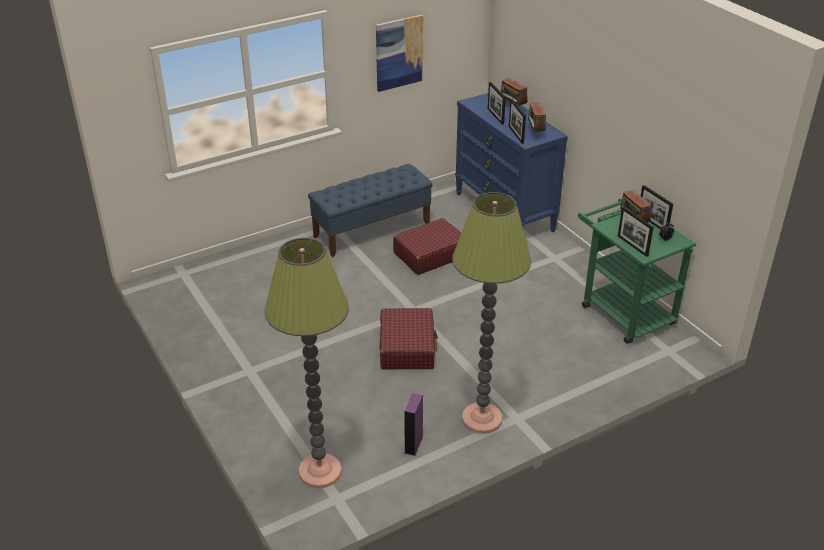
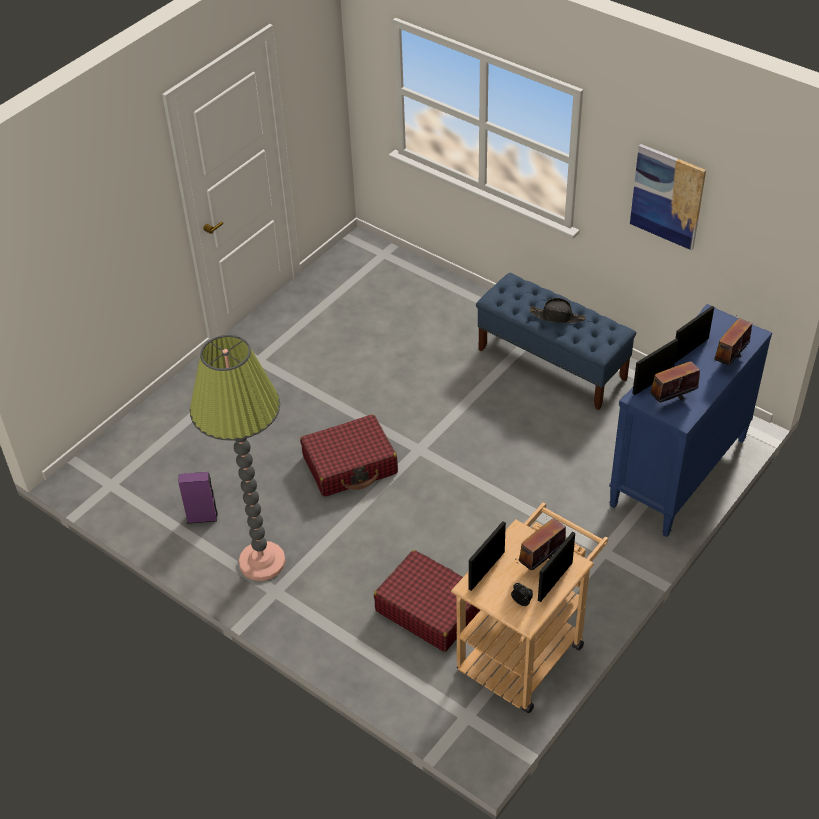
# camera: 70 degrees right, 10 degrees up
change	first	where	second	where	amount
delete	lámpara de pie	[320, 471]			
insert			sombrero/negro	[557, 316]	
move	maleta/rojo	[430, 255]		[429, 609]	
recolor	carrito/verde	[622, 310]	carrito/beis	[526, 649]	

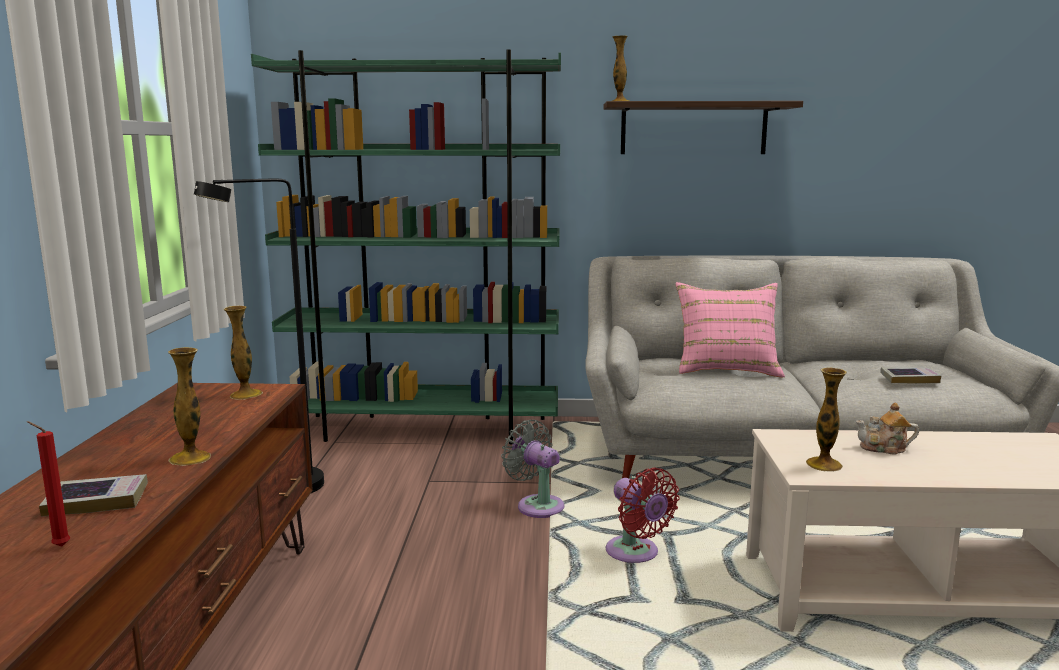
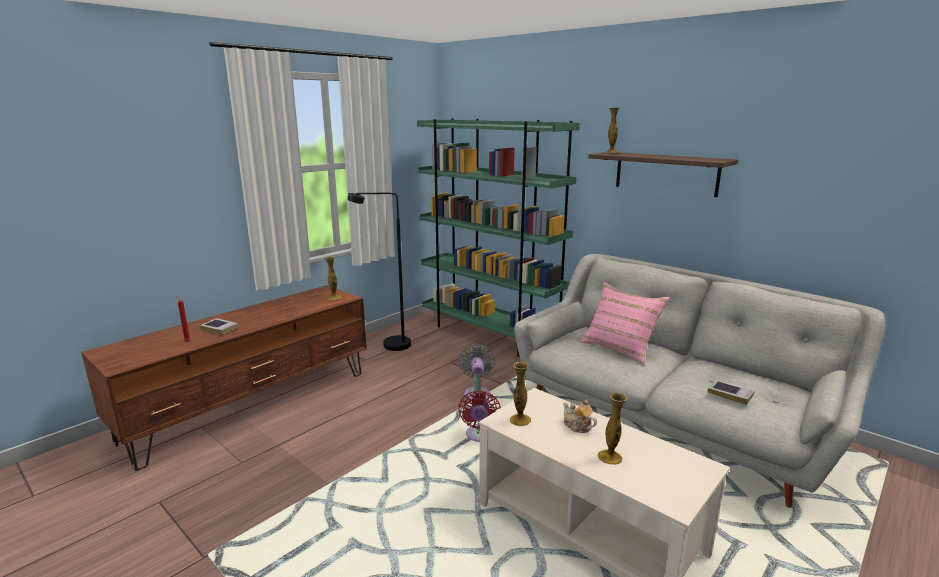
# camera: 40 degrees right, 5 degrees up
change	first	where	second	where	amount
move	florero	[190, 458]		[609, 457]	

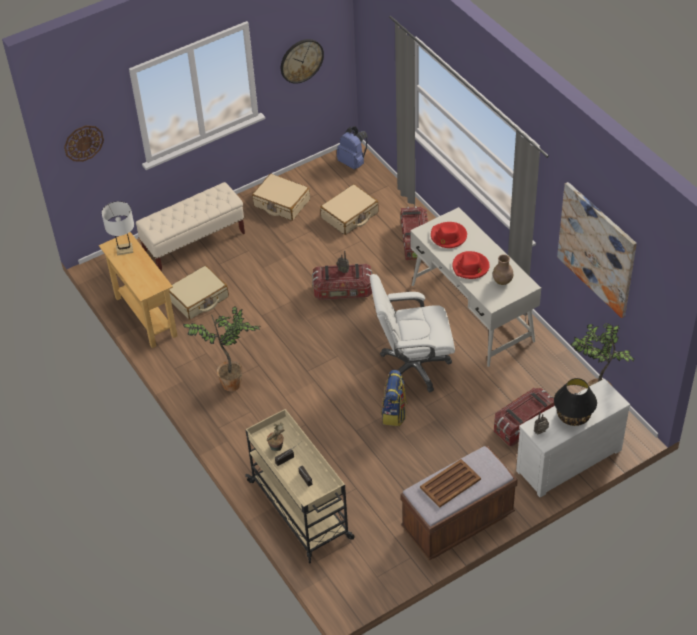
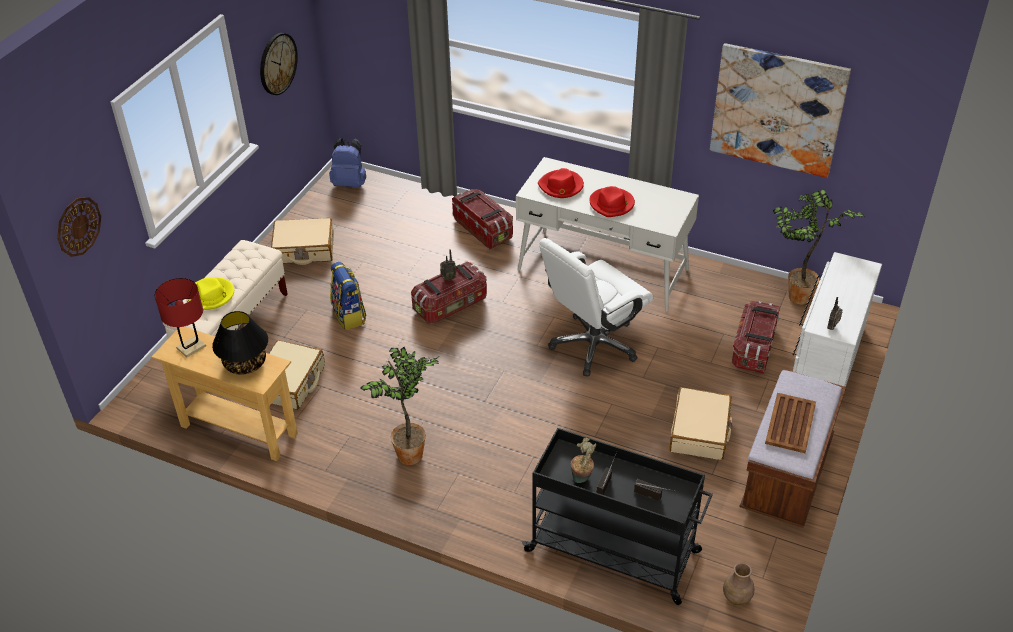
# camera: 35 degrees left, 5 degrees down
change	first	where	second	where	amount
insert			sombrero/amarillo	[211, 295]	
move	maleta/beis	[350, 215]		[700, 432]	
move	mochila	[394, 413]		[349, 316]	
move	florero/marrón	[502, 281]		[737, 598]	
move	lámpara de mesa/negro	[573, 415]		[245, 363]	
recolor	lámpara de mesa/blanco	[124, 249]	lámpara de mesa/rojo	[191, 347]	
recolor	carrito/beis	[301, 511]	carrito/negro	[614, 552]	

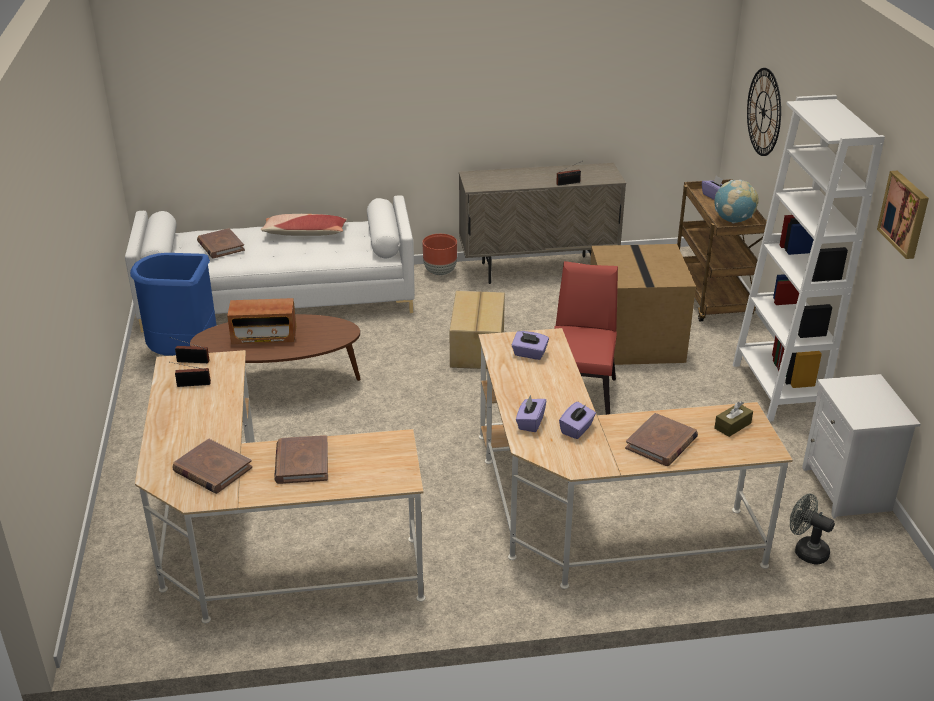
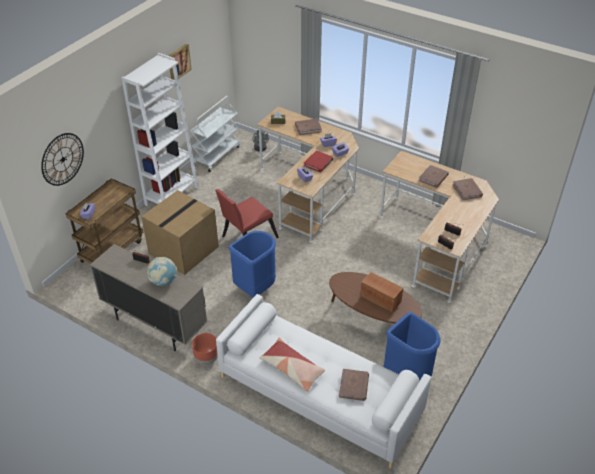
# camera: 140 degrees left, 10 degrees up
change	first	where	second	where	amount
insert			libro/rojo	[318, 163]	
move	globo terráqueo	[733, 220]		[163, 281]	
replace	caja de cartón	[478, 347]	papelera/azul	[255, 288]	
replace	mesita de noche/blanco	[848, 490]	carrito/blanco	[216, 155]	

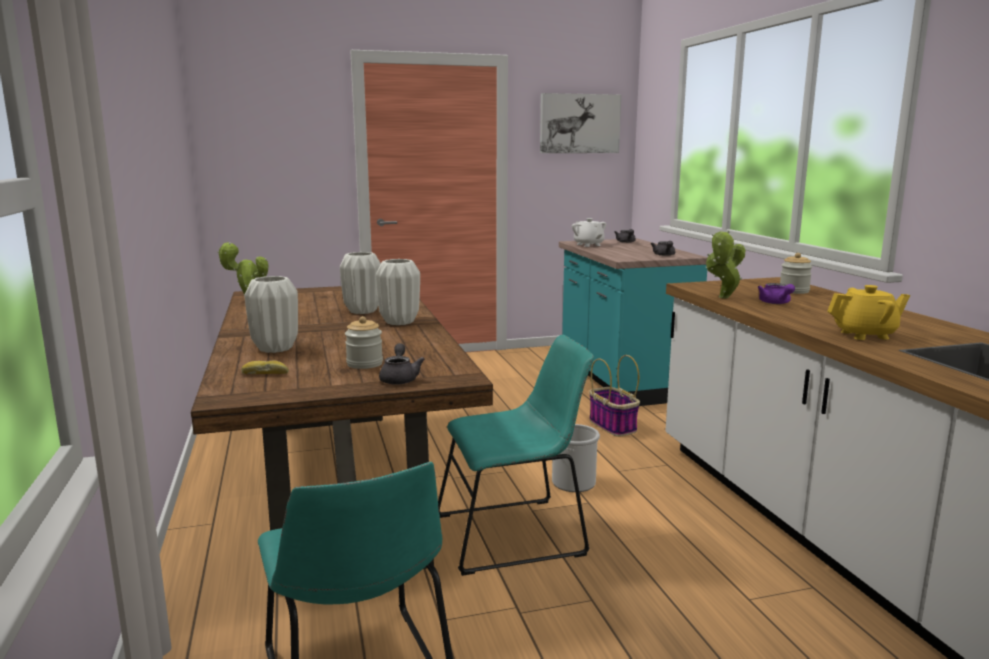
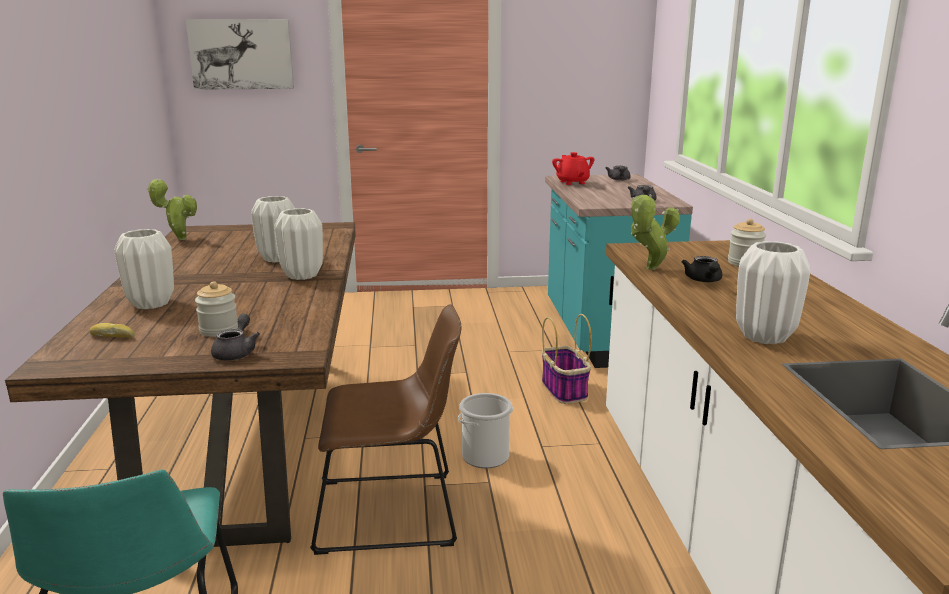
# camera: 10 degrees right, 5 degrees up
change	first	where	second	where	amount
move	cuadro	[579, 123]		[241, 54]	
replace	tetera/amarillo	[865, 335]	florero/blanco	[764, 337]	
recolor	silla/turquesa	[516, 534]	silla/marrón	[393, 512]	
recolor	tetera/blanco	[588, 245]	tetera/rojo	[572, 182]	
recolor	tetera/morado	[776, 303]	tetera/negro	[704, 281]	

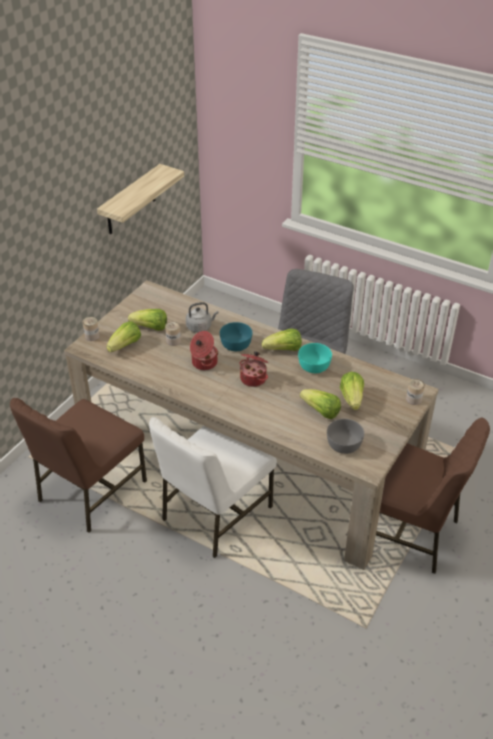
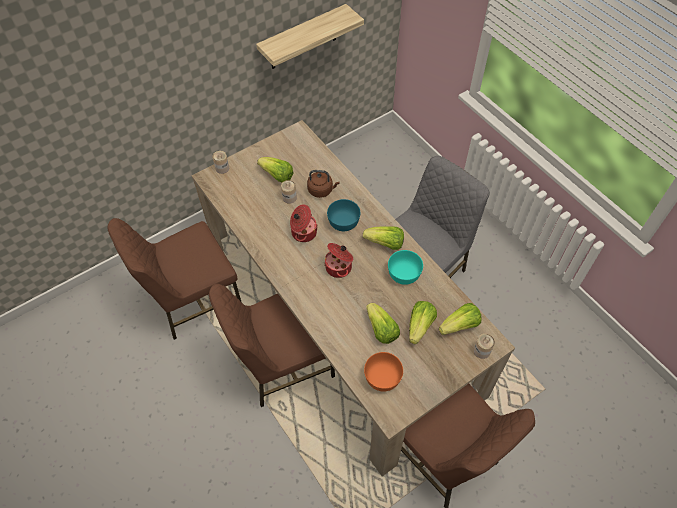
# camera: 25 degrees right, 15 degrees up
change	first	where	second	where	amount
move	lechuga	[125, 345]		[460, 325]	
recolor	silla/blanco	[214, 513]	silla/marrón	[282, 363]	
recolor	hervidor/gris	[200, 327]	hervidor/marrón	[321, 190]	
recolor	cuenco/gris	[343, 444]	cuenco/naranja	[382, 377]	

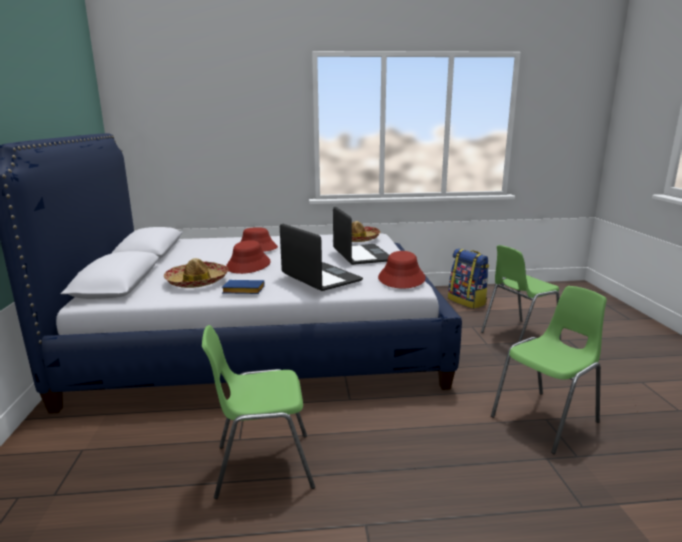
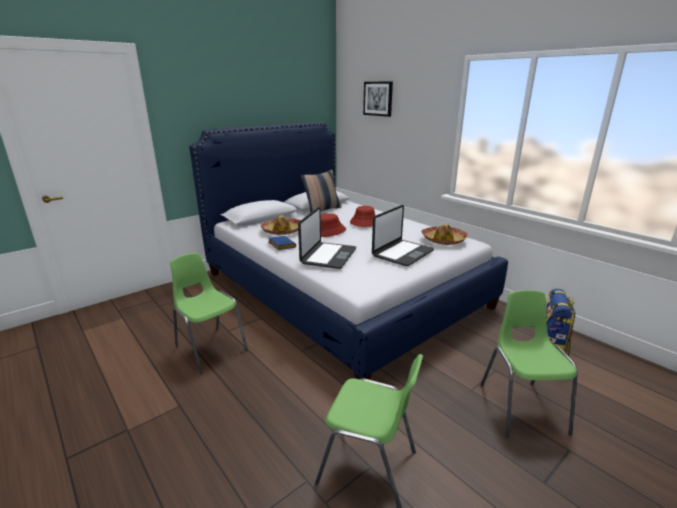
# camera: 55 degrees right, 5 degrees up
change	first	where	second	where	amount
delete	sombrero/rojo	[402, 278]			
insert			cojín	[322, 210]	
insert			cuadro	[378, 98]	
rotate	silla/verde	[518, 335]		[521, 407]	60 degrees clockwise

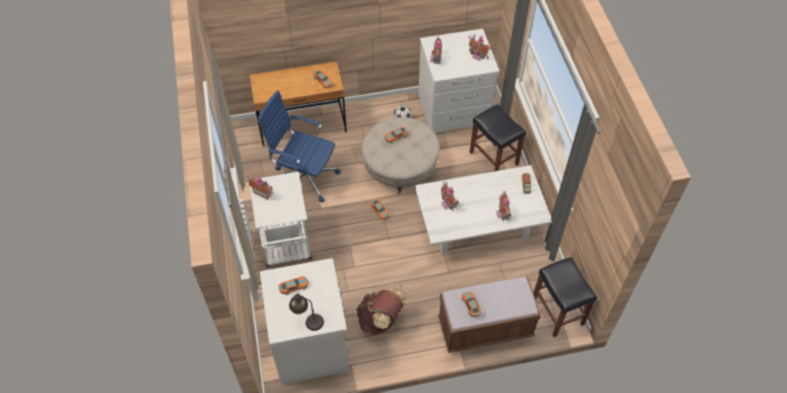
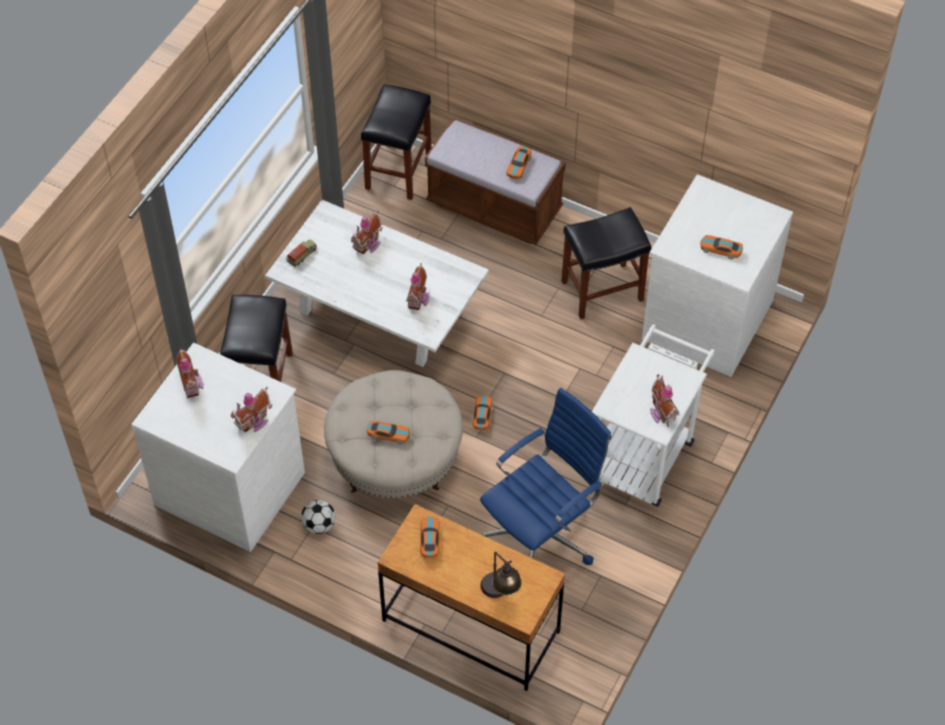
# camera: 140 degrees left, 0 degrees up
change	first	where	second	where	amount
move	lámpara de mesa	[307, 320]		[500, 594]	
replace	mochila/marrón	[381, 320]	taburete/negro	[603, 290]	
rotate	silla de oficina/azul	[304, 177]		[541, 535]	105 degrees counterclockwise

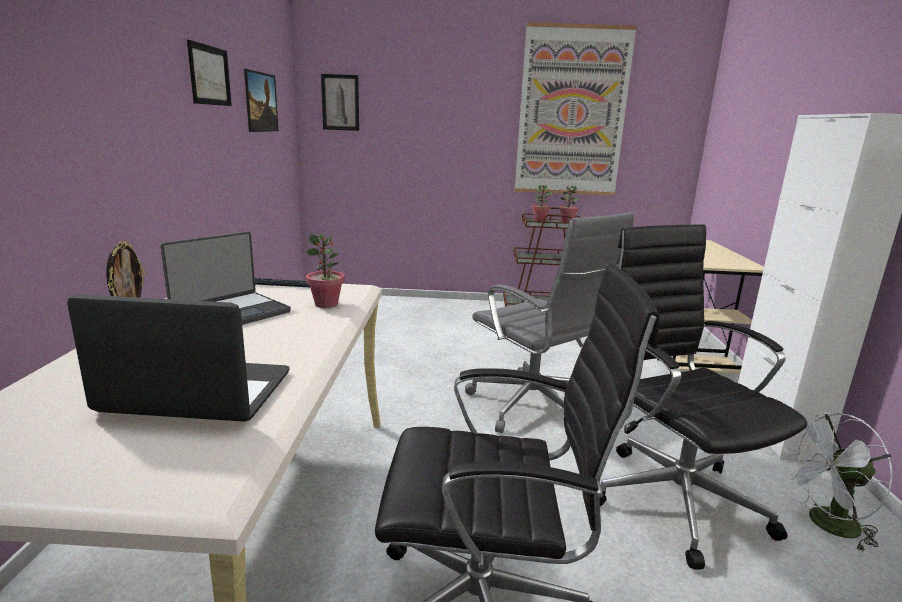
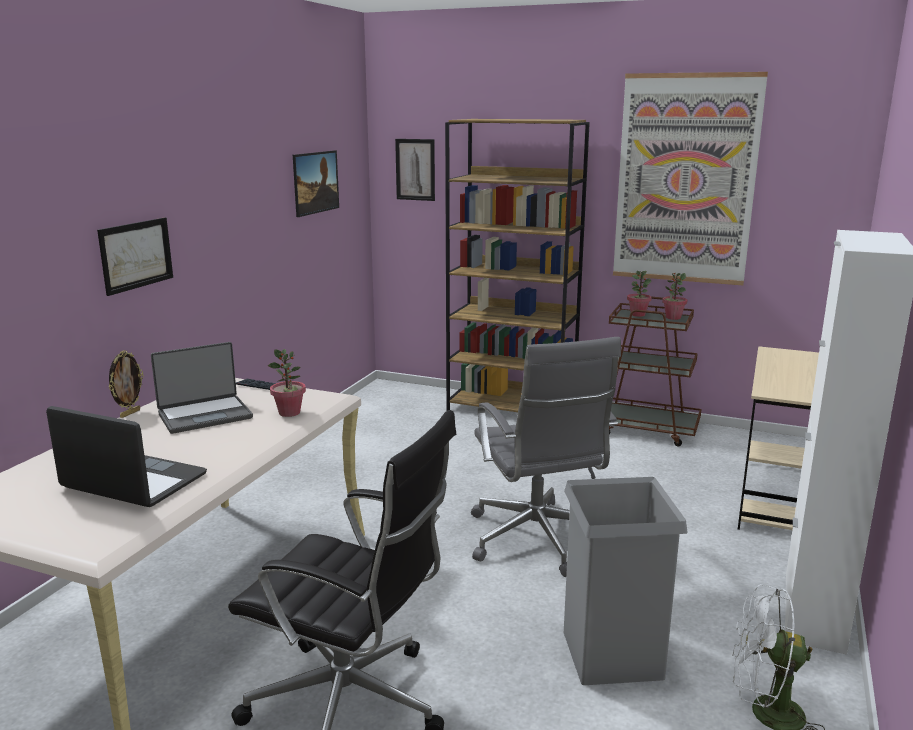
# camera: 20 degrees right, 0 degrees up
change	first	where	second	where	amount
insert			estantería/marrón	[512, 408]	
move	cuadro	[209, 75]		[136, 255]	
replace	silla de oficina/negro	[673, 497]	papelera/gris	[613, 654]	

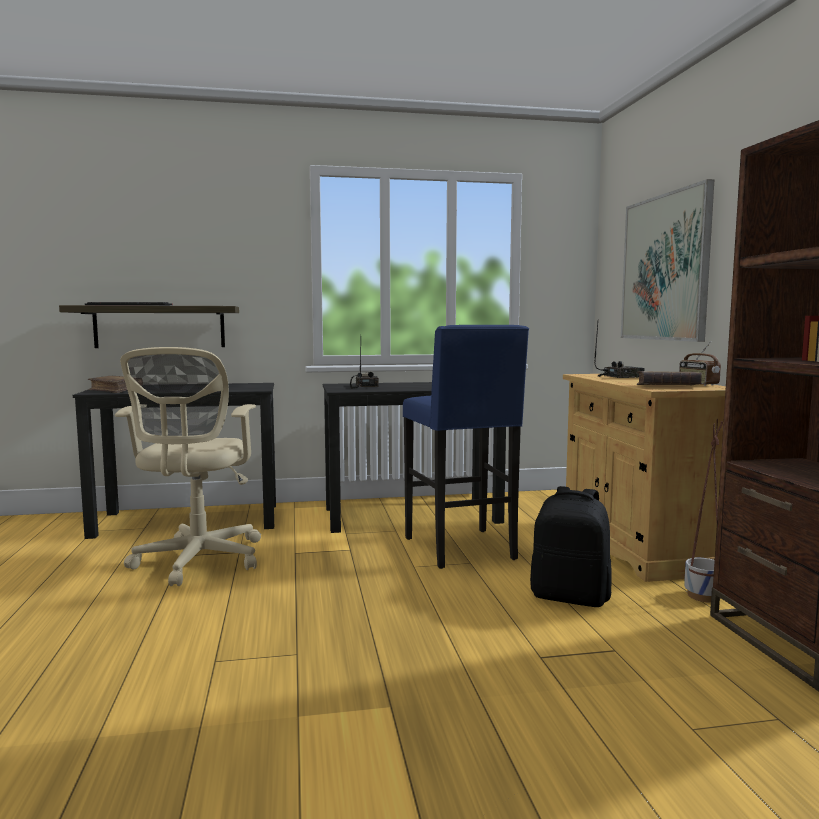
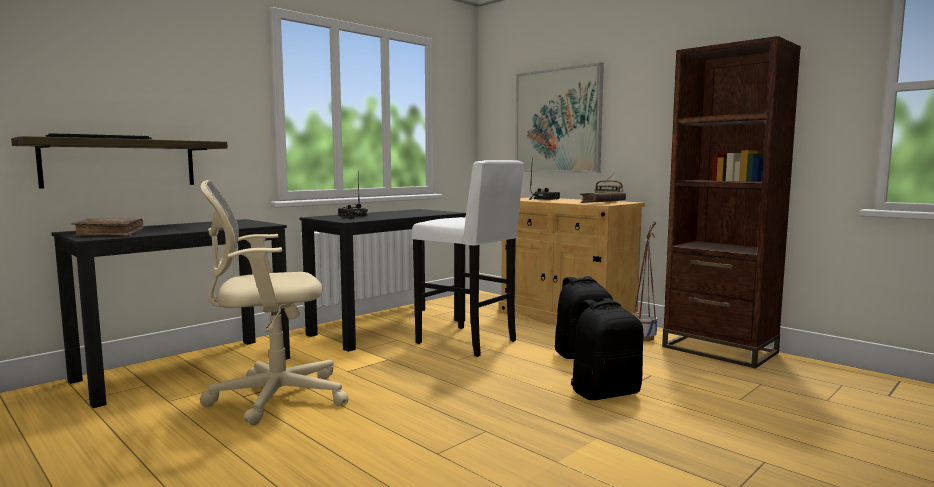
# camera: 35 degrees left, 0 degrees up
change	first	where	second	where	amount
insert			mochila/negro	[605, 392]	
recolor	taburete/azul	[462, 549]	taburete/blanco	[469, 342]	
rotate	silla de oficina/beis	[197, 562]		[271, 397]	105 degrees clockwise

